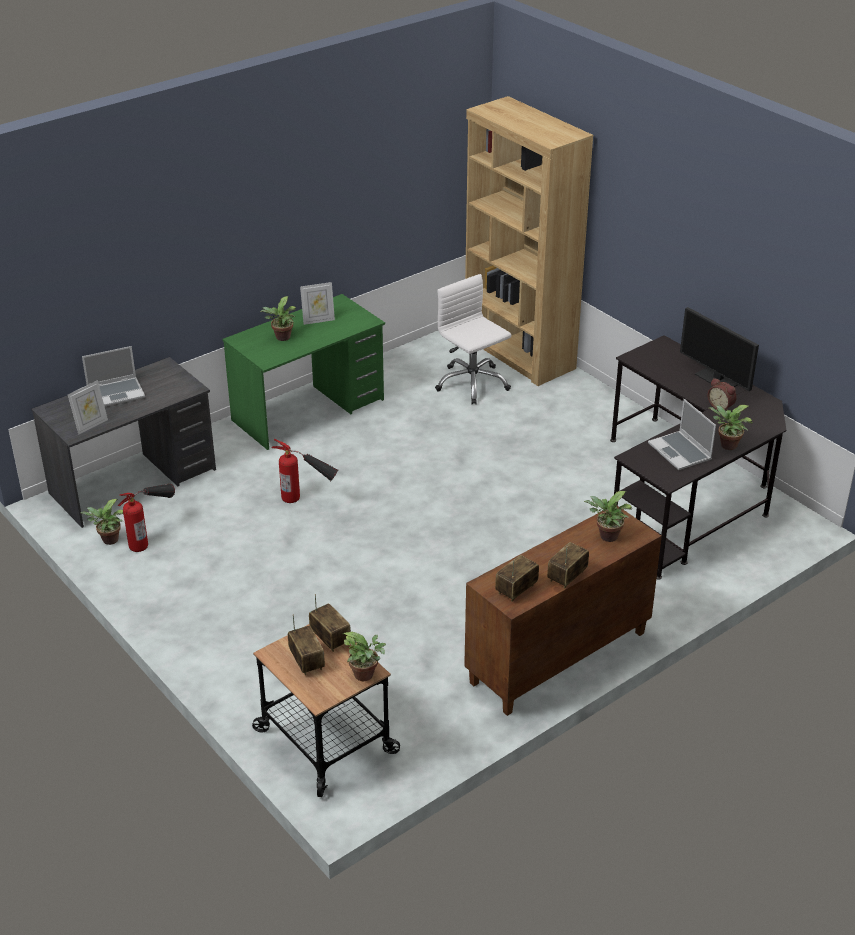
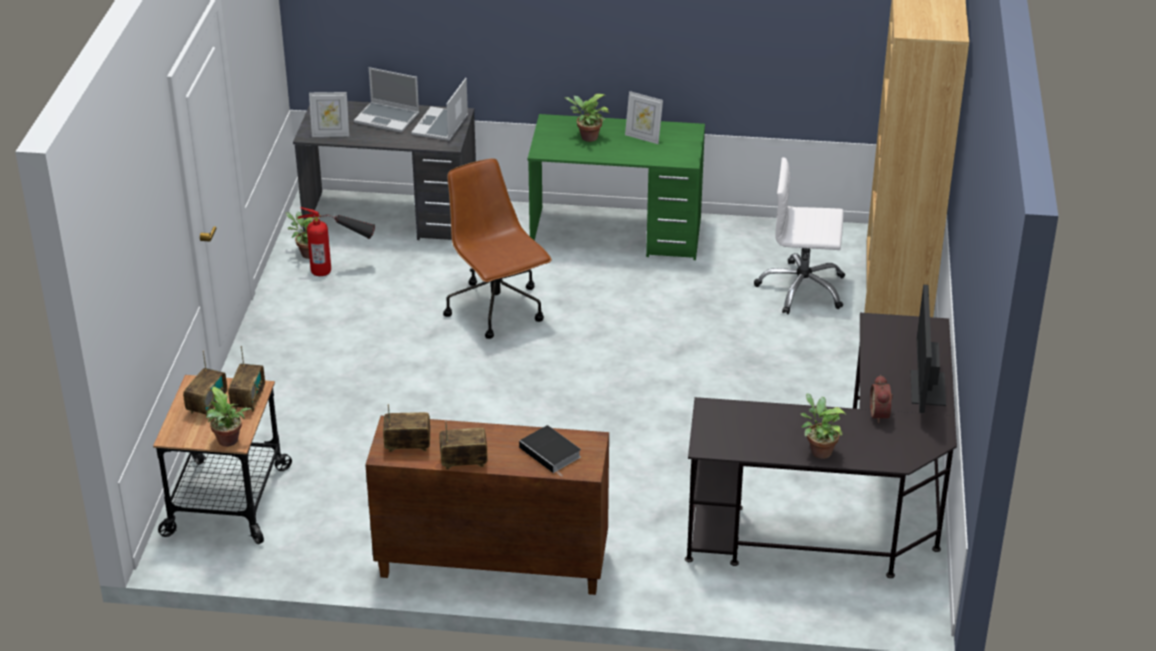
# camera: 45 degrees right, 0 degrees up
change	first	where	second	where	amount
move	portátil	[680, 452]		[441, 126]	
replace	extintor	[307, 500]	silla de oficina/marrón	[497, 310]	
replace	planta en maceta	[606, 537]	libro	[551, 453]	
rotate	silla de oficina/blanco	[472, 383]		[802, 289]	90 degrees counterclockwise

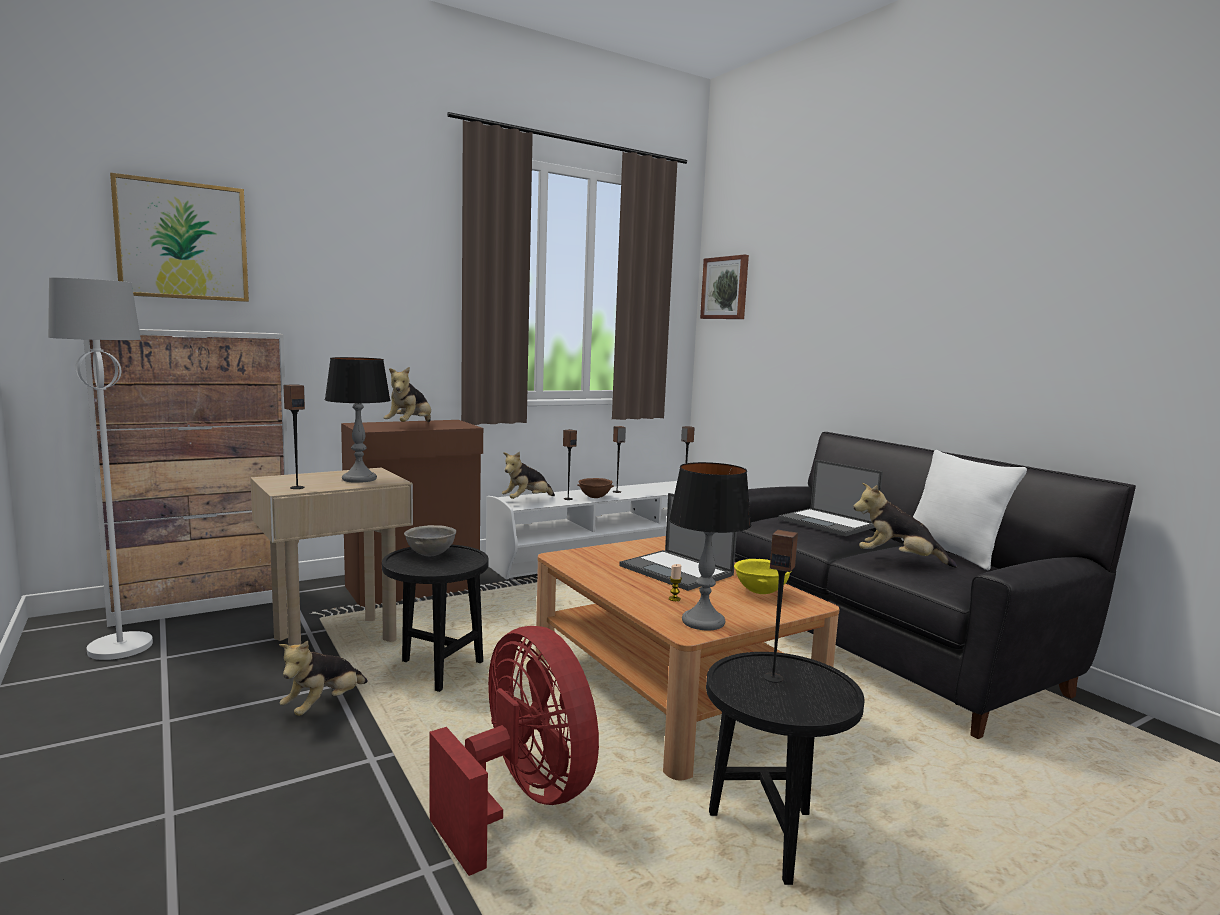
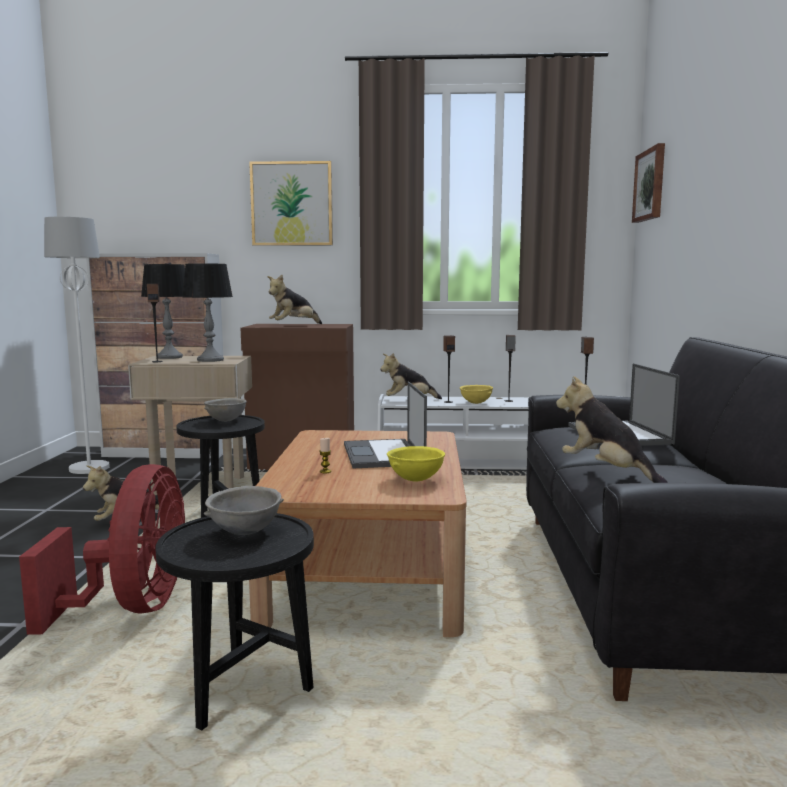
# camera: 35 degrees right, 0 degrees up
change	first	where	second	where	amount
delete	cojín/blanco	[952, 553]			
move	cuadro	[182, 241]		[292, 204]	
move	lámpara de mesa	[703, 622]		[169, 357]	
replace	altavoz	[773, 678]	cuenco/gris	[246, 532]	
recolor	cuenco/marrón	[595, 497]	cuenco/amarillo	[476, 403]	

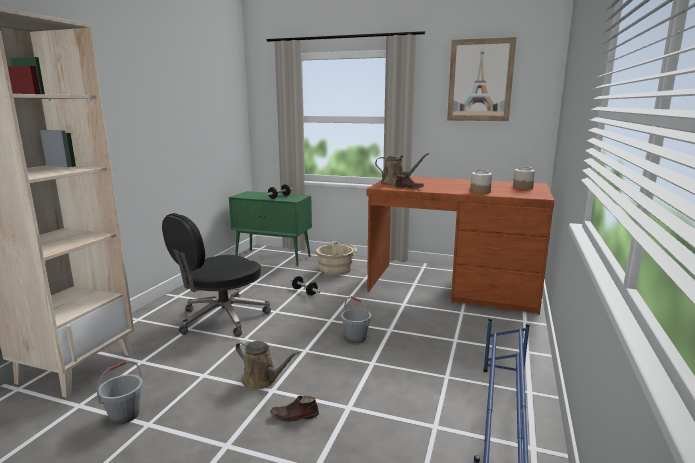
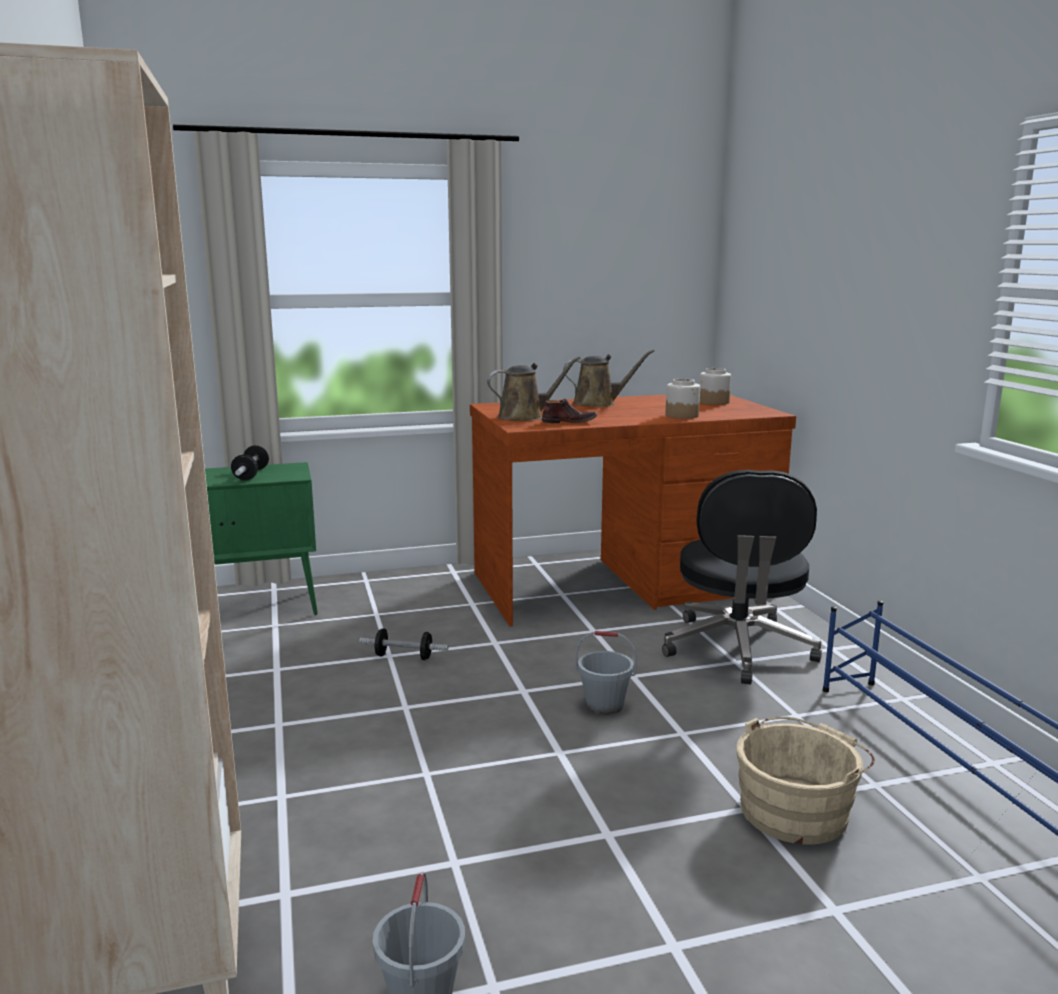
# camera: 35 degrees left, 0 degrees up
change	first	where	second	where	amount
delete	zapato/marrón	[294, 416]			
delete	cuadro	[480, 80]			
move	silla de oficina/negro	[221, 318]		[738, 649]	
move	regadera/marrón	[262, 380]		[598, 403]	
move	cubo/beis	[337, 269]		[797, 809]	

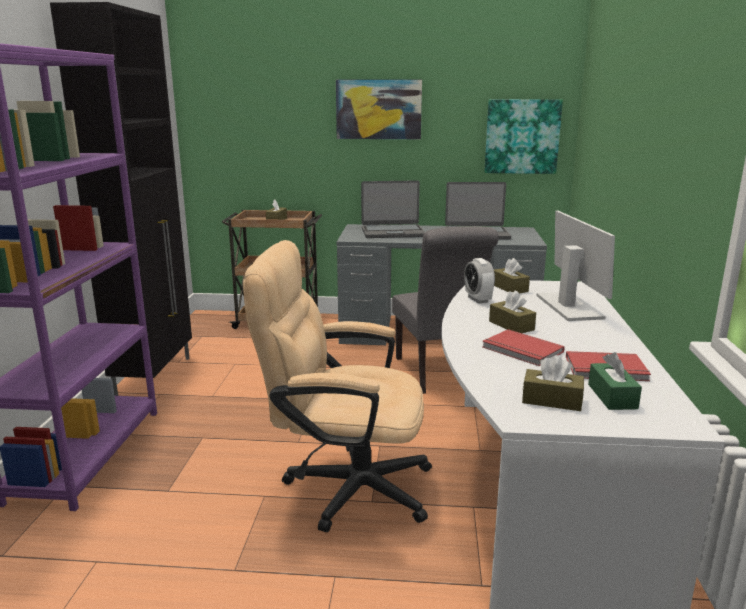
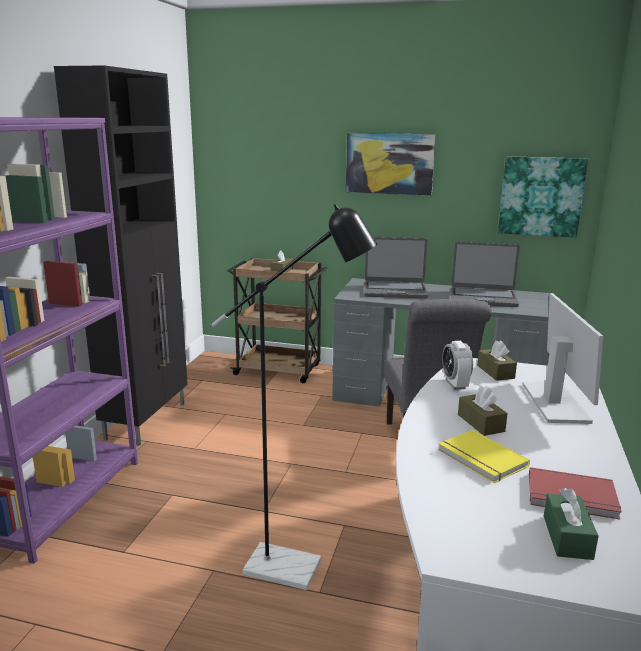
# camera: 10 degrees right, 0 degrees up
change	first	where	second	where	amount
delete	caja de pañuelos/marrón	[552, 400]			
replace	silla de oficina/beis	[344, 486]	lámpara de pie/negro	[296, 570]	
recolor	libro/rojo	[521, 351]	libro/amarillo	[481, 459]	

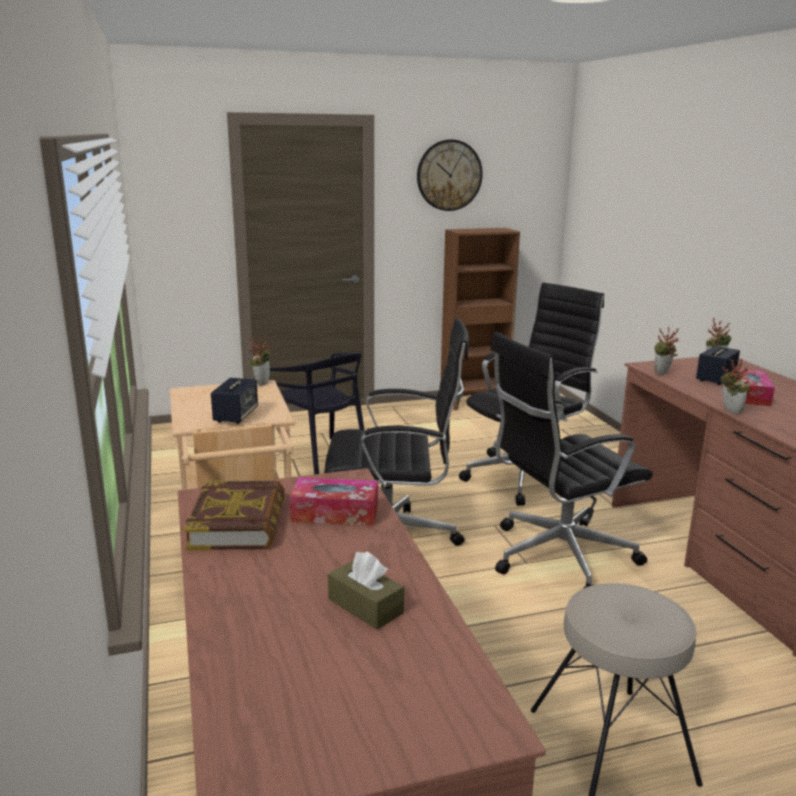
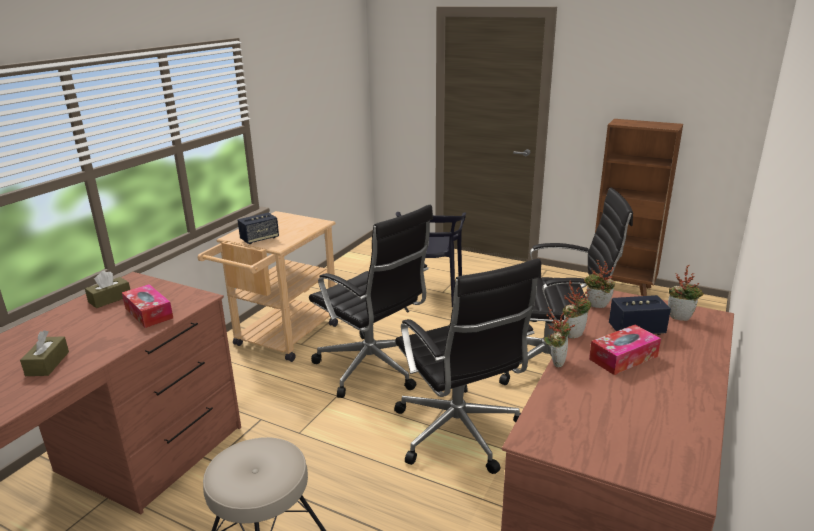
# camera: 45 degrees right, 5 degrees up
change	first	where	second	where	amount
delete	reloj de pared	[449, 175]			
move	planta en maceta	[261, 383]		[573, 334]	
replace	libro	[239, 523]	caja de pañuelos/marrón	[110, 299]	
rotate	silla de oficina/negro	[557, 557]		[459, 433]	135 degrees counterclockwise

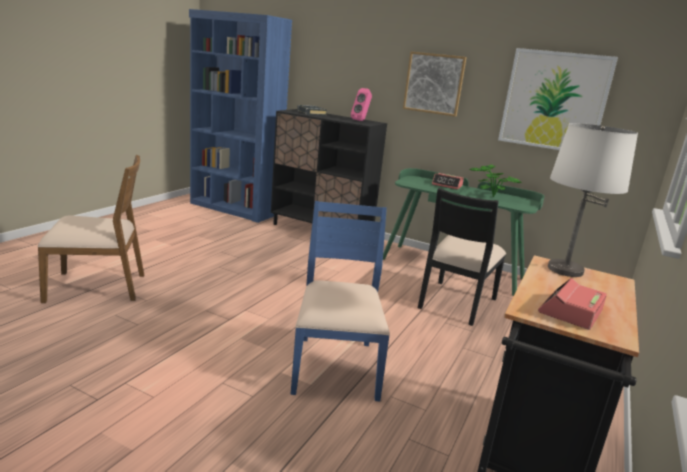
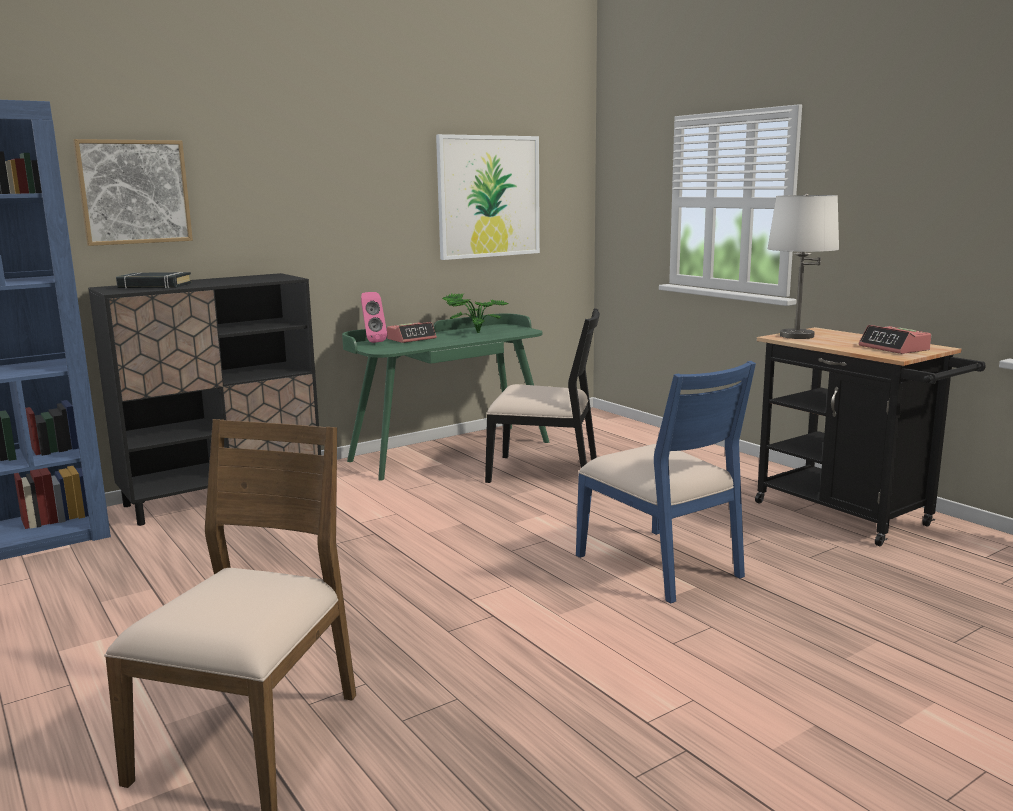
# camera: 60 degrees left, 5 degrees down
change	first	where	second	where	amount
move	altavoz/rosa	[361, 120]		[372, 342]	
move	cuadro	[434, 83]		[134, 192]	
rotate	silla/azul	[335, 366]		[661, 565]	150 degrees counterclockwise
rotate	silla/negro	[456, 303]		[544, 471]	45 degrees counterclockwise

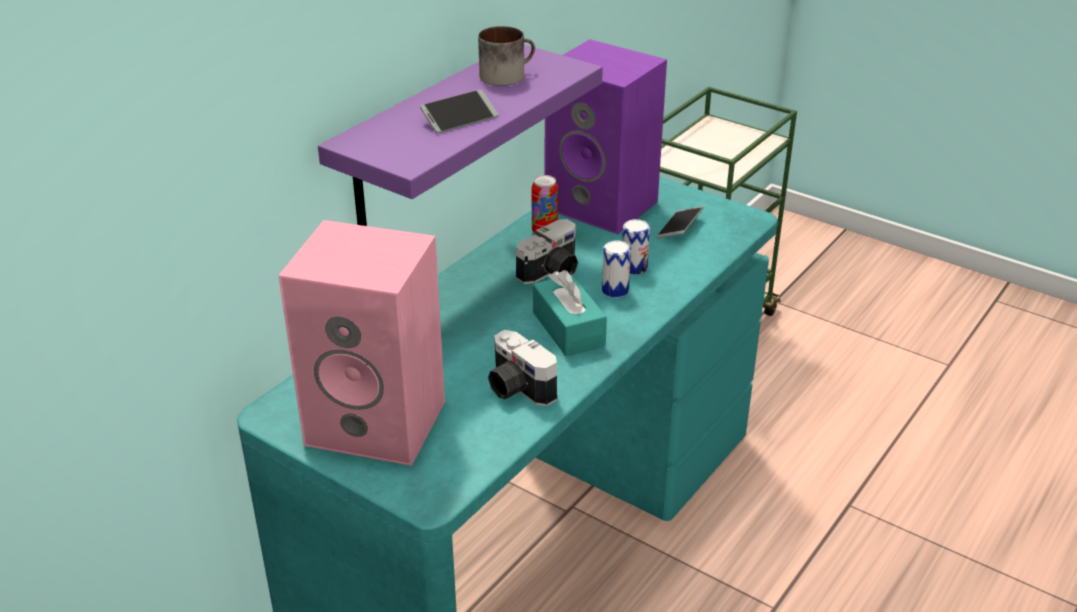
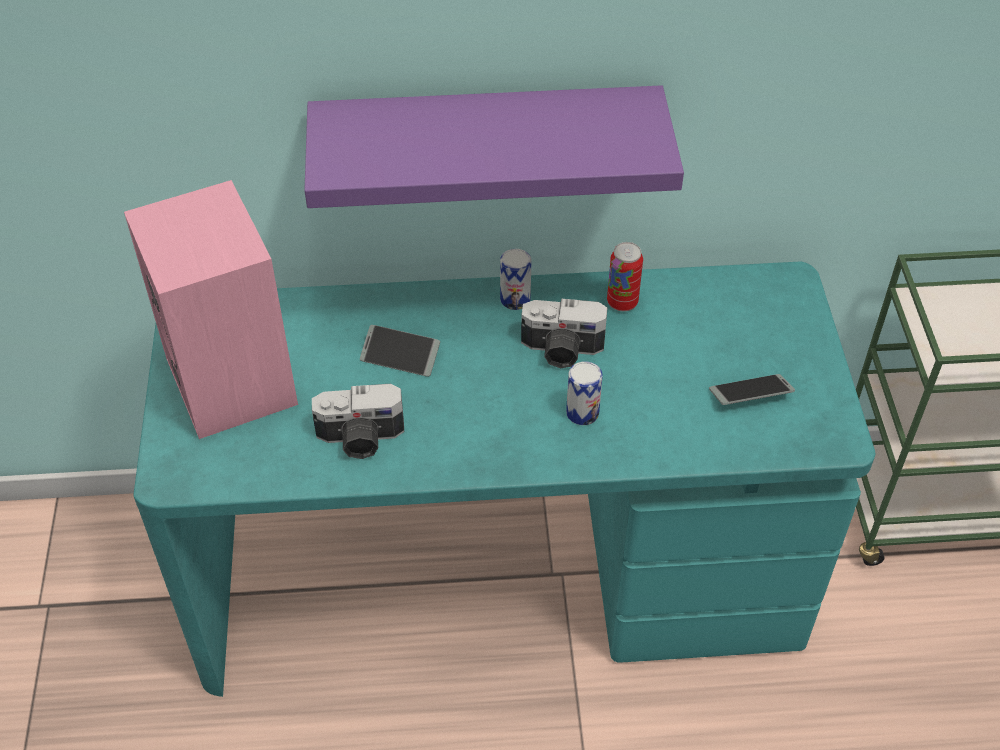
# camera: 50 degrees right, 15 degrees up
change	first	where	second	where	amount
delete	taza grande	[506, 74]			
delete	caja de pañuelos/turquesa	[568, 329]			
delete	altavoz/morado	[604, 205]			
move	móvil	[459, 119]		[400, 356]	
move	lata	[634, 268]		[515, 299]	
rotate	cámara	[516, 388]		[360, 439]	105 degrees counterclockwise

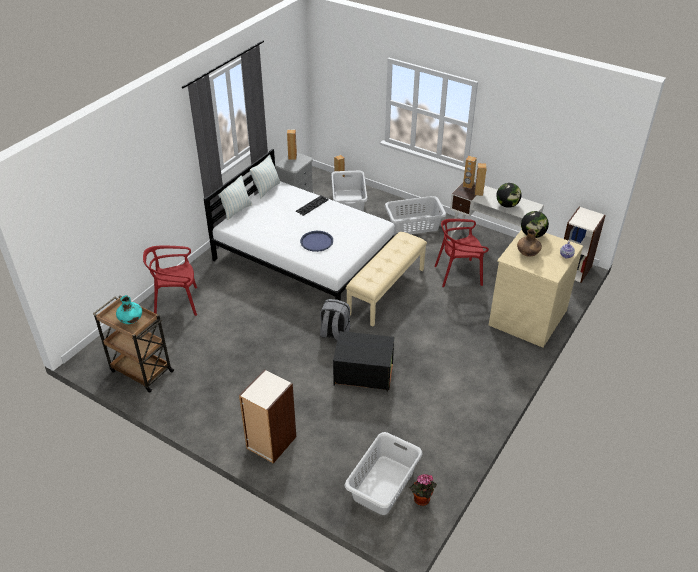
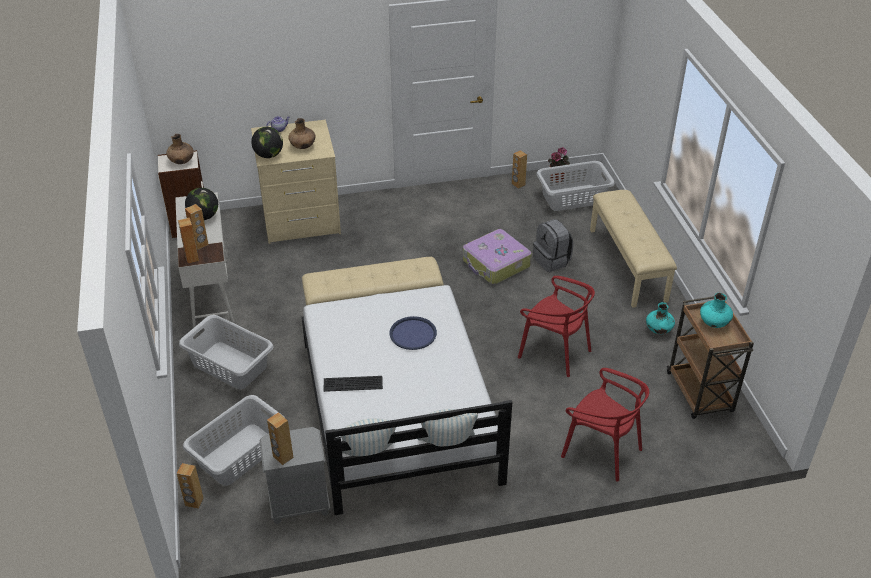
# camera: 135 degrees left, 0 degrees up
change	first	where	second	where	amount
insert			florero/marrón	[182, 161]	
insert			altavoz/marrón	[518, 184]	
insert			florero/turquesa	[658, 330]	
move	mochila/gris	[334, 333]		[552, 260]	
move	silla/rojo	[458, 274]		[554, 352]	
replace	estantería	[271, 443]	banco/beis	[628, 264]	
replace	caja de almacenaje/negro	[363, 374]	maleta	[496, 264]	

